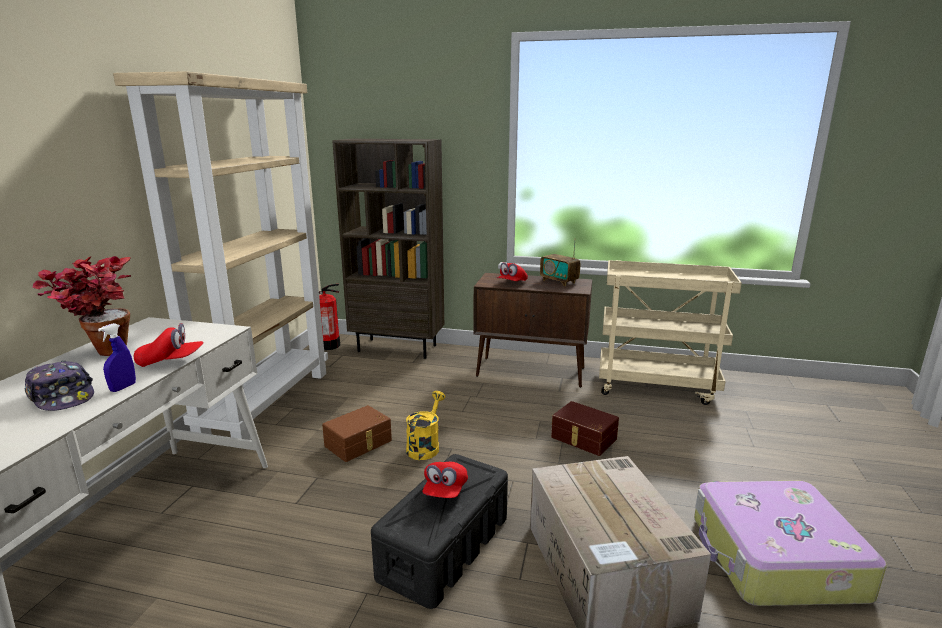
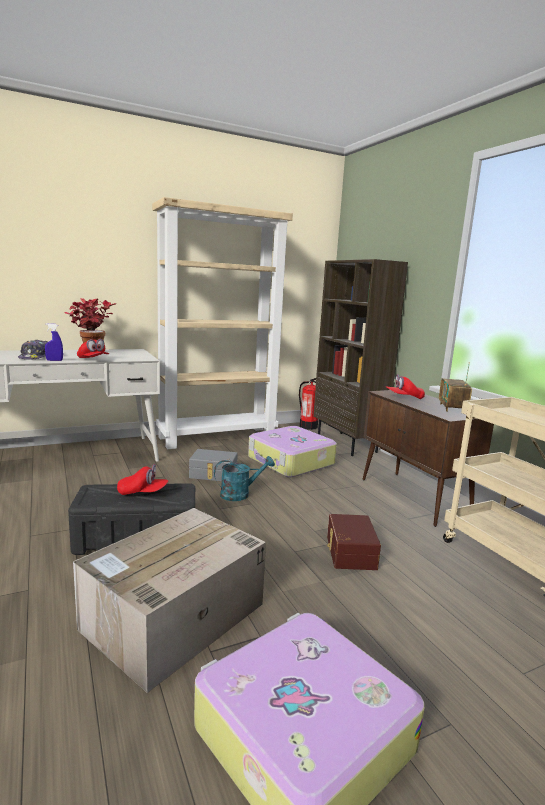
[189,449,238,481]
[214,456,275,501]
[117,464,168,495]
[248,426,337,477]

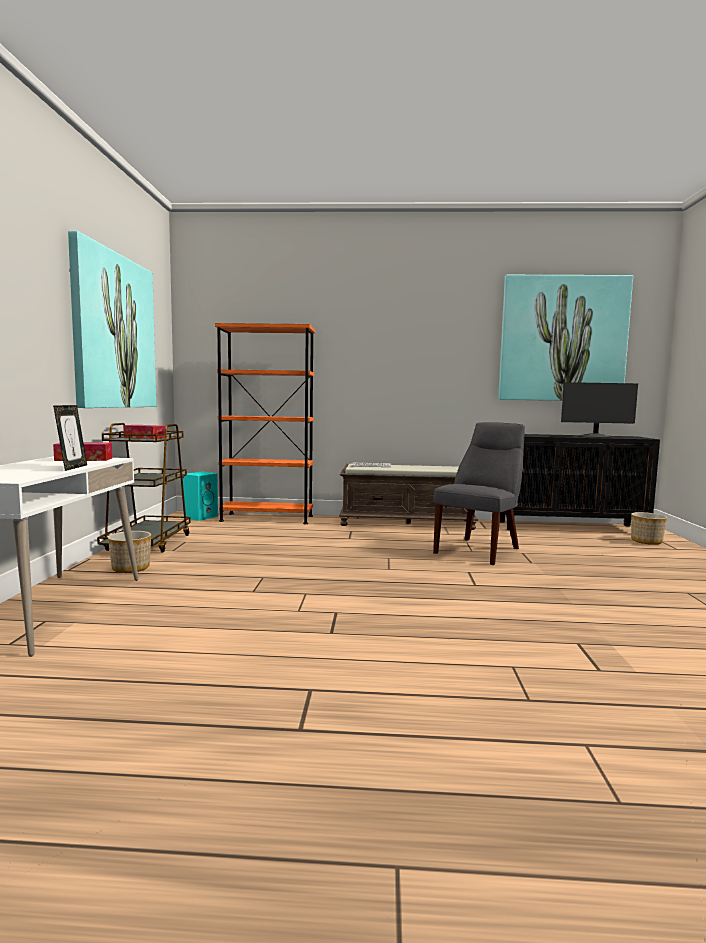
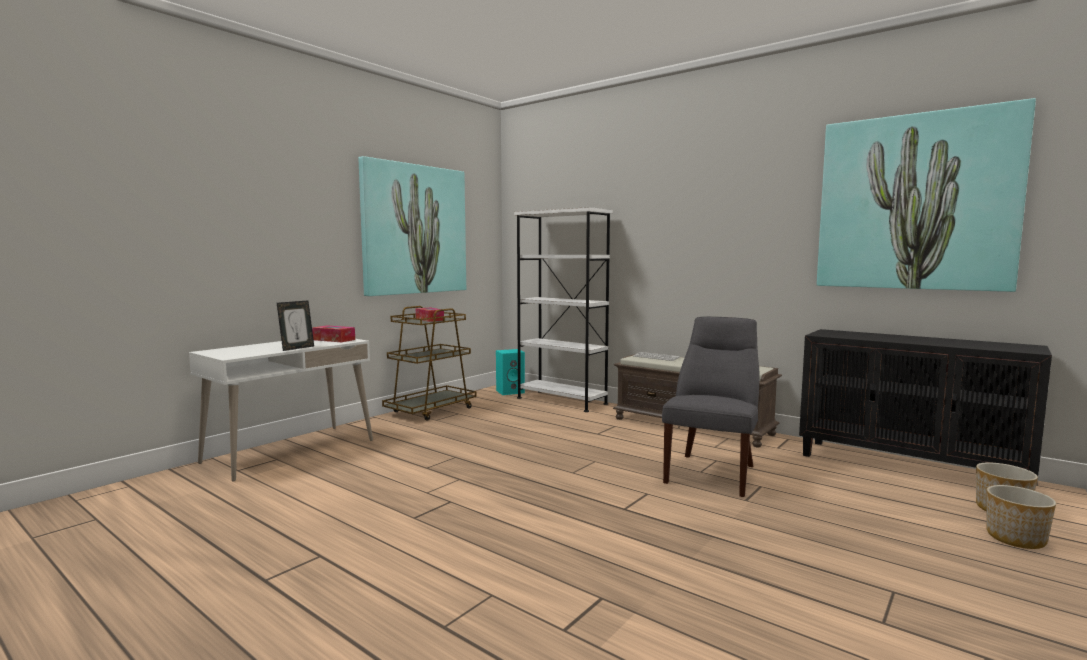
[986,485,1056,549]
[514,207,613,412]
[662,317,760,497]
[561,382,638,438] (first image)

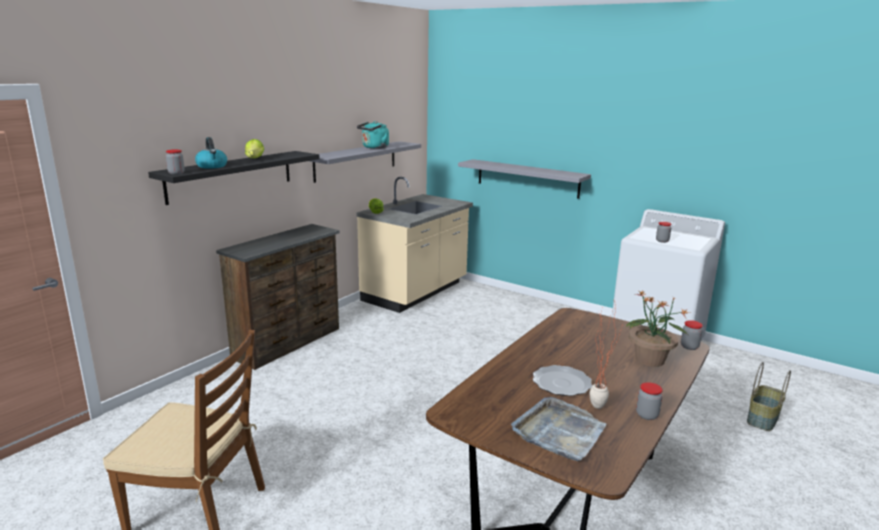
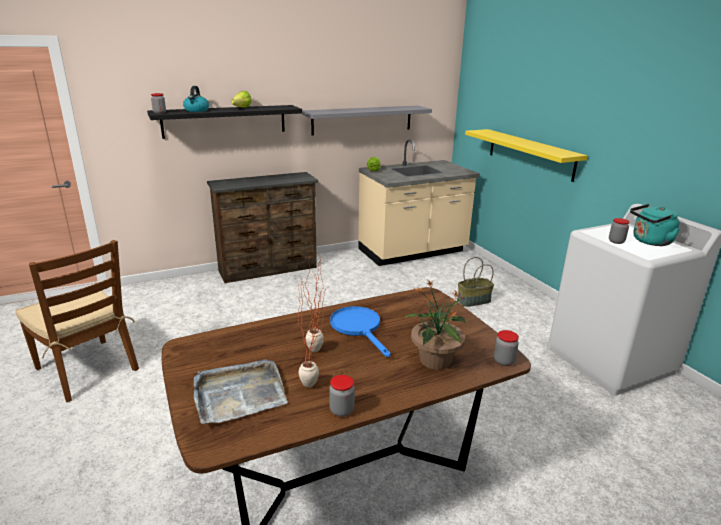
[630,204,680,246]
[465,129,588,182]
[299,250,324,352]
[457,257,494,307]
[330,306,391,357]

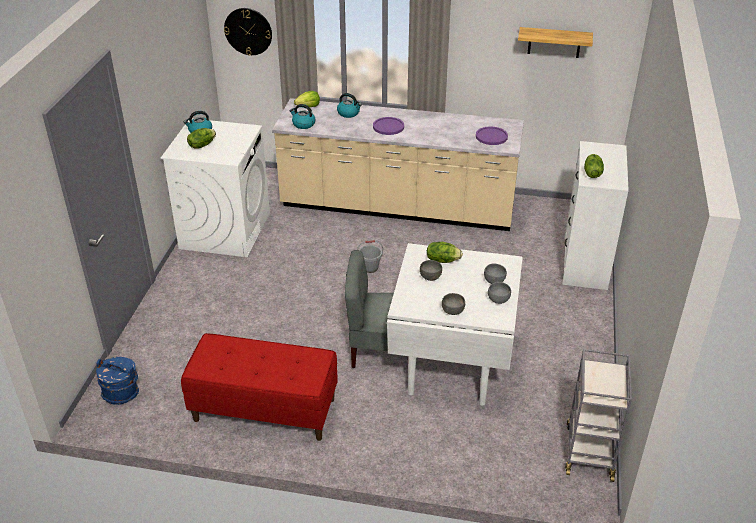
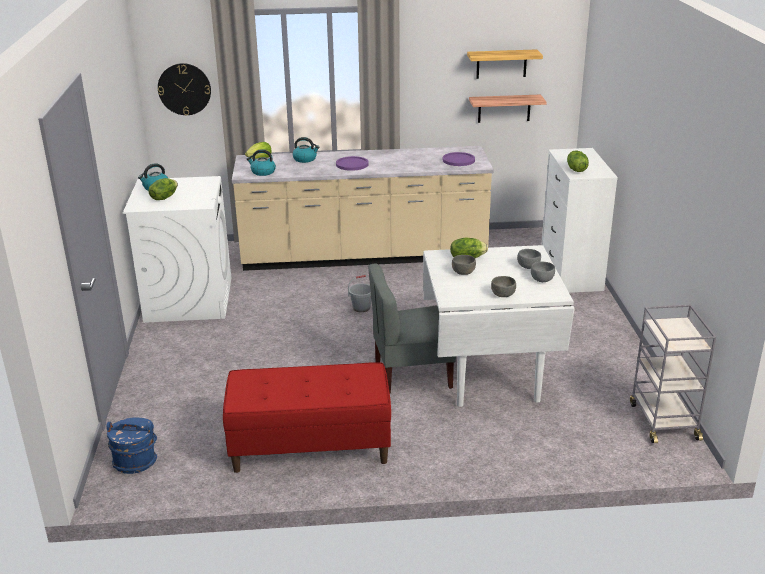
[469,94,547,123]

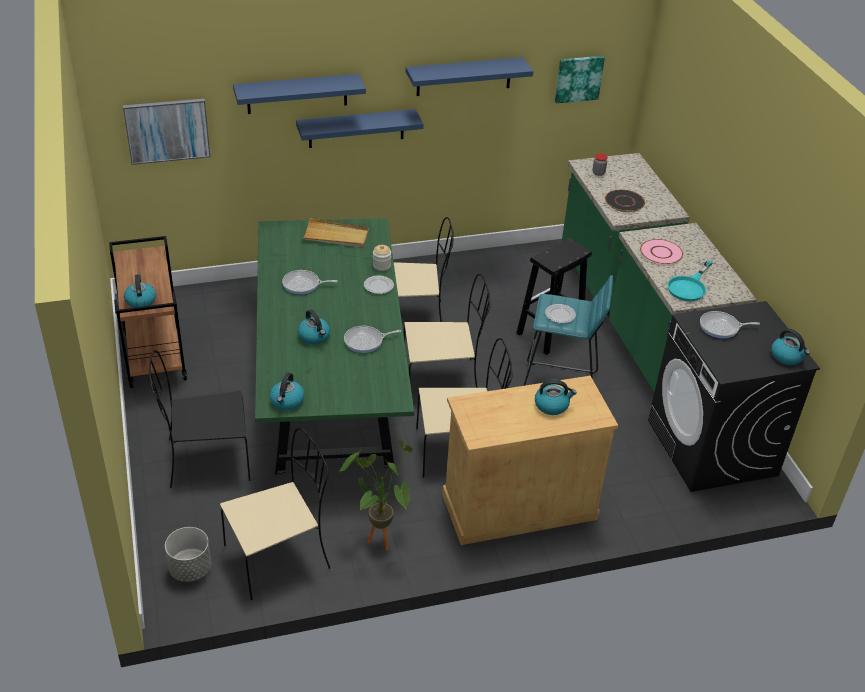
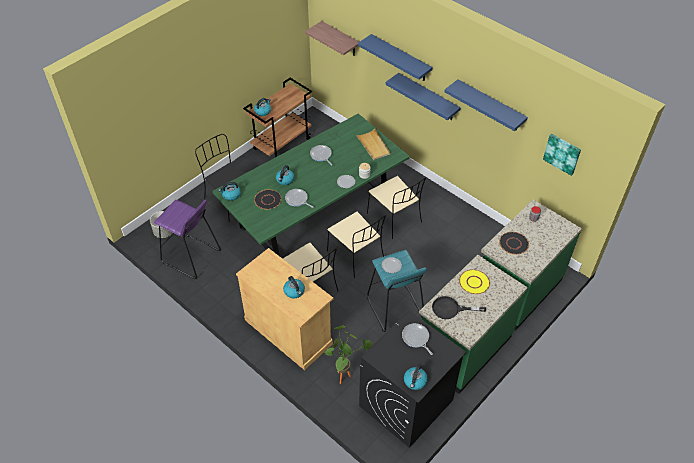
[305,21,359,56]
[154,200,221,279]
[324,325,373,384]
[516,238,592,355] (first image)
[459,269,490,294]
[432,296,486,319]
[254,189,282,209]

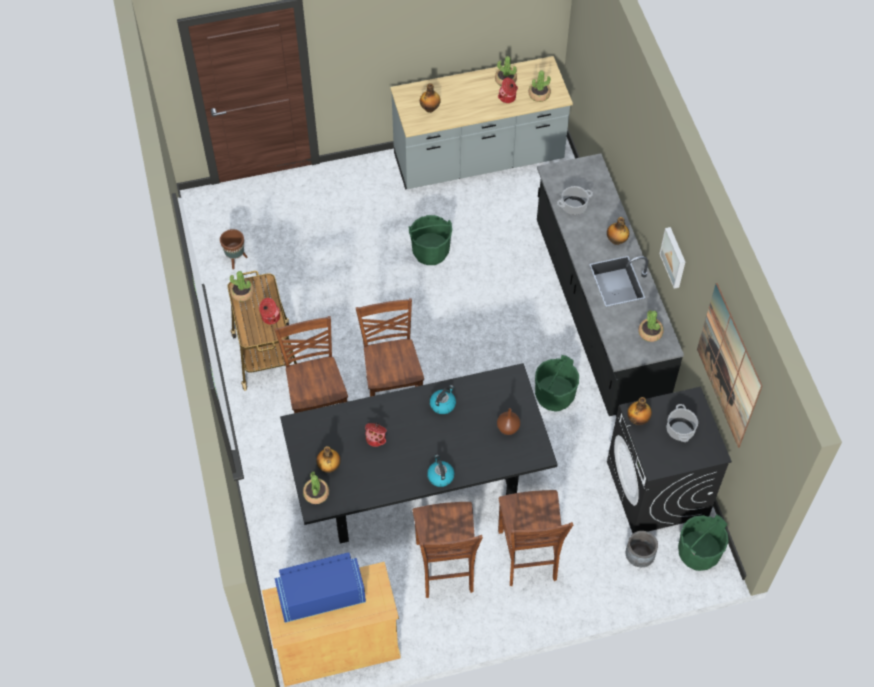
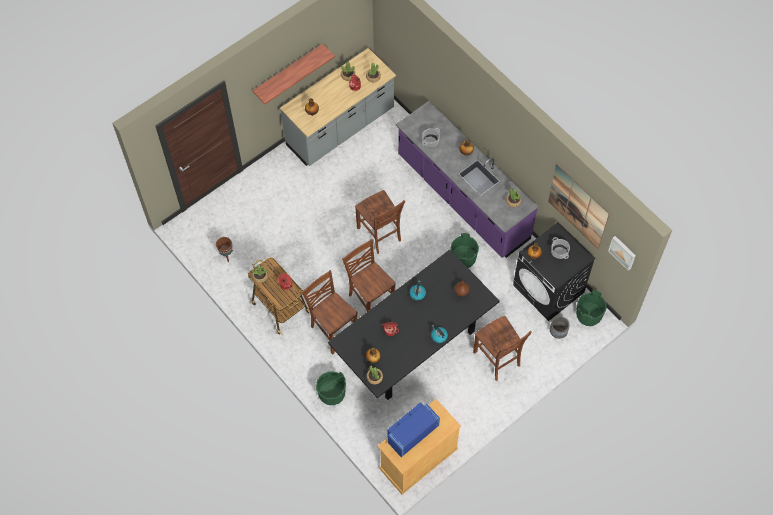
[316,371,346,405]
[355,190,405,254]
[396,101,538,258]
[608,236,636,271]
[252,44,335,104]

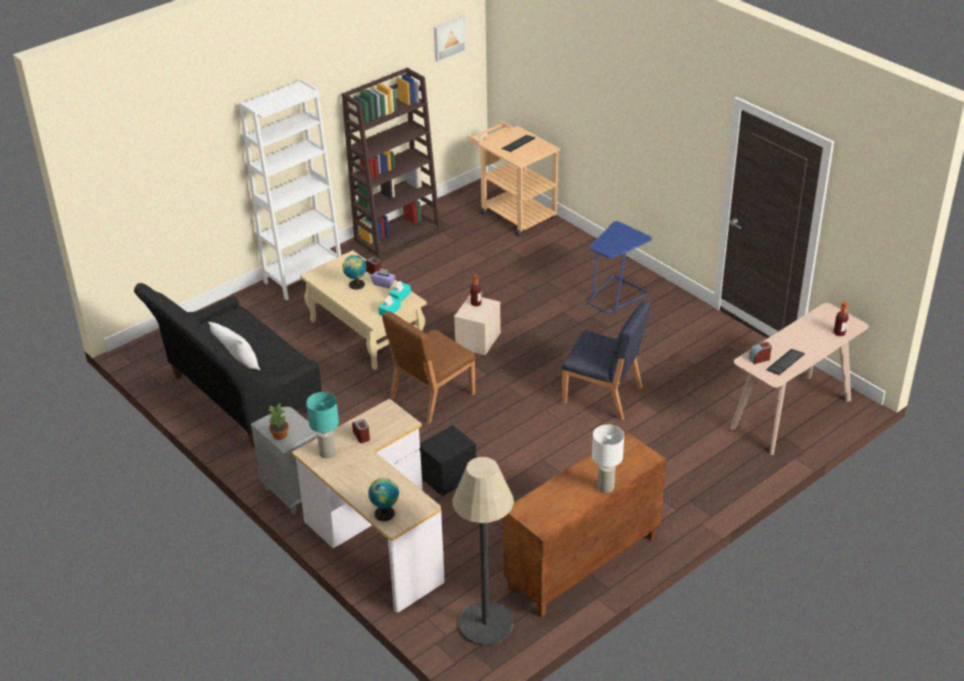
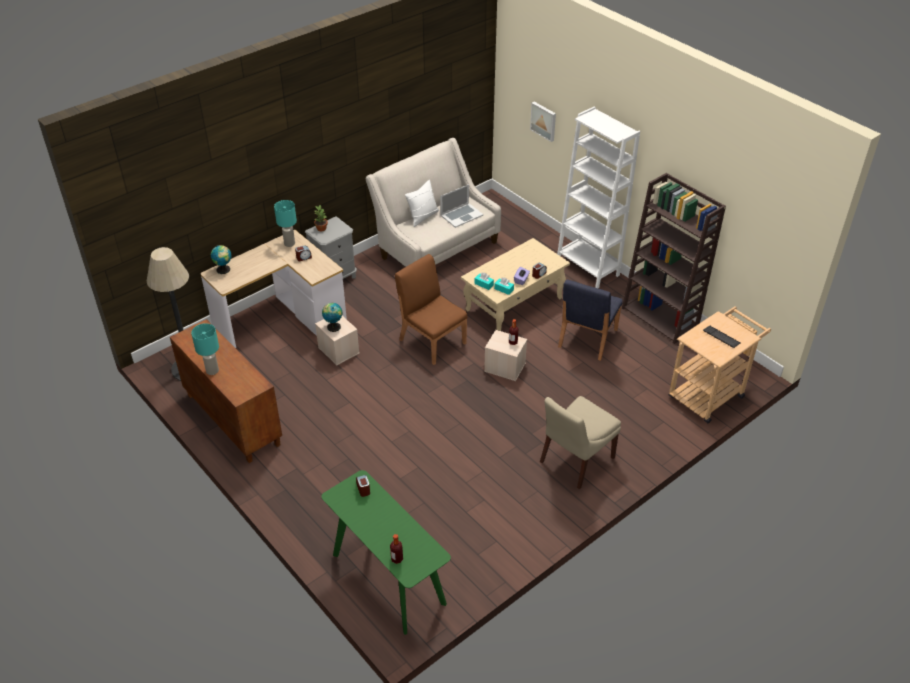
[366,138,501,267]
[322,303,342,332]
[315,316,360,365]
[530,102,556,142]
[558,279,623,361]
[540,396,621,489]
[191,323,219,375]
[322,470,451,635]
[766,349,805,375] (first image)
[440,184,483,228]

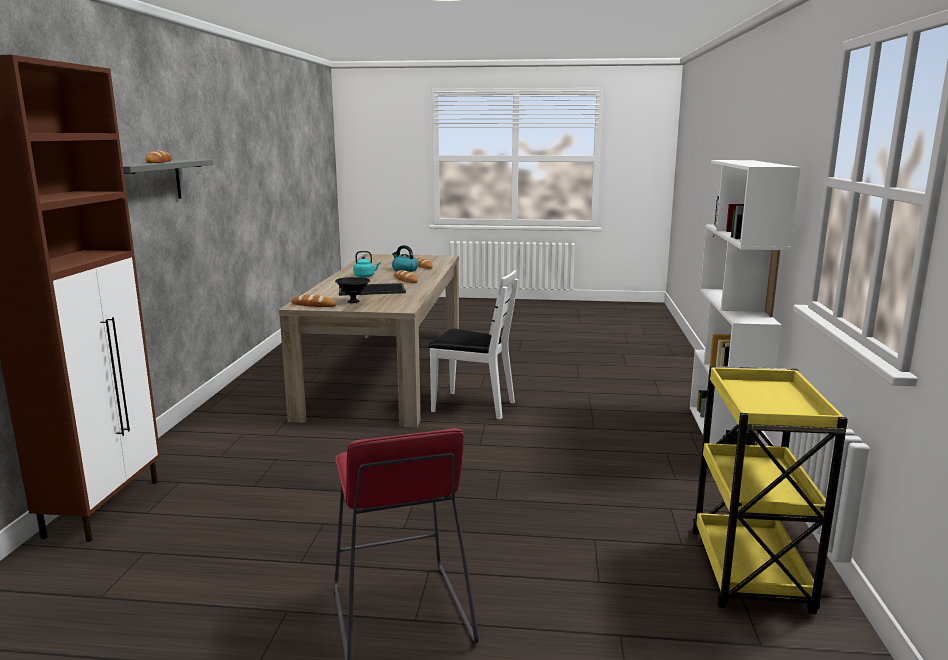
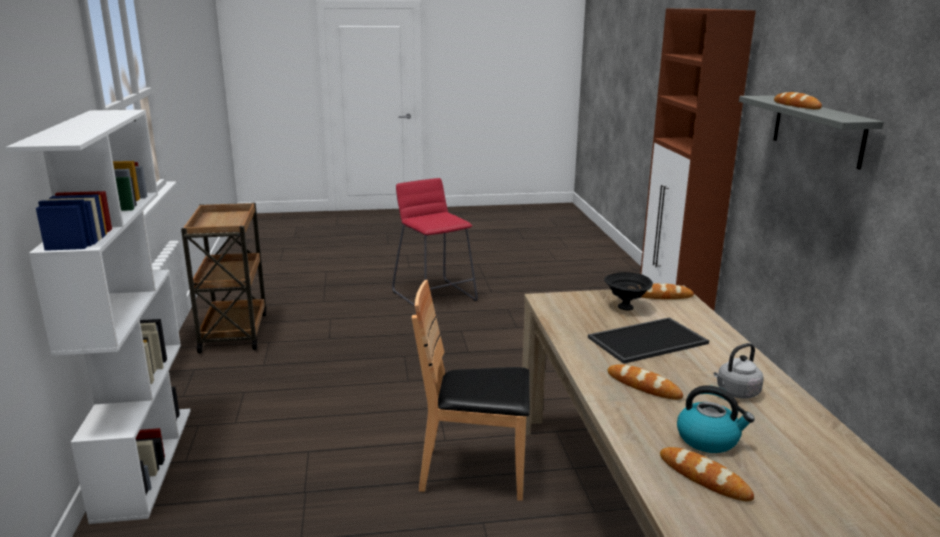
[714,343,764,399]
[412,280,530,501]
[181,202,267,353]

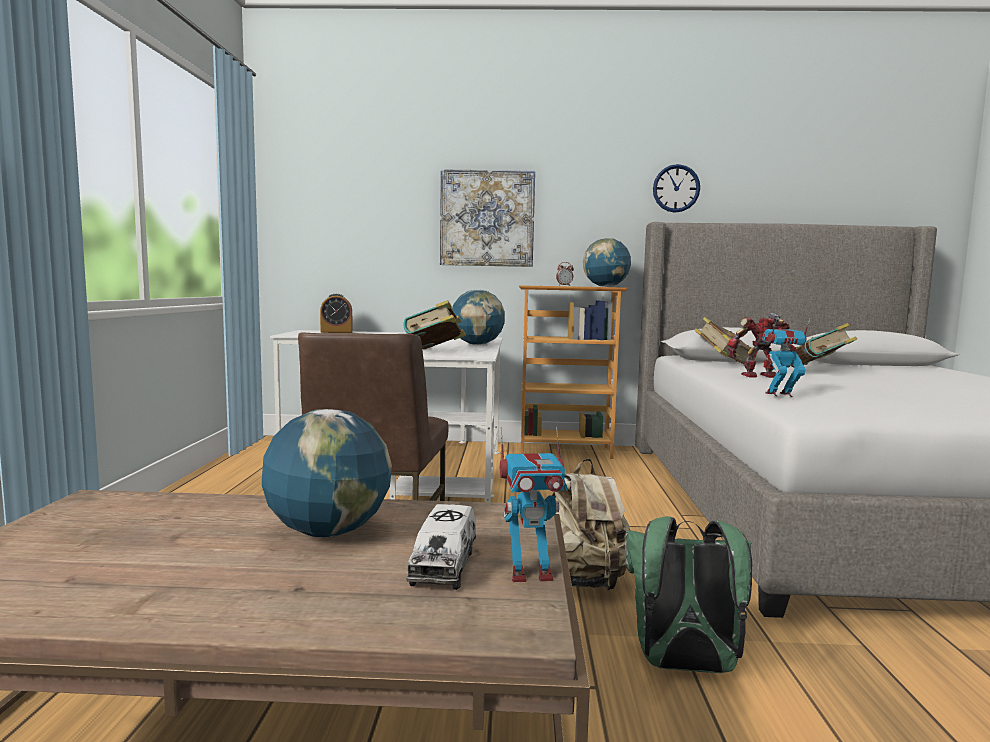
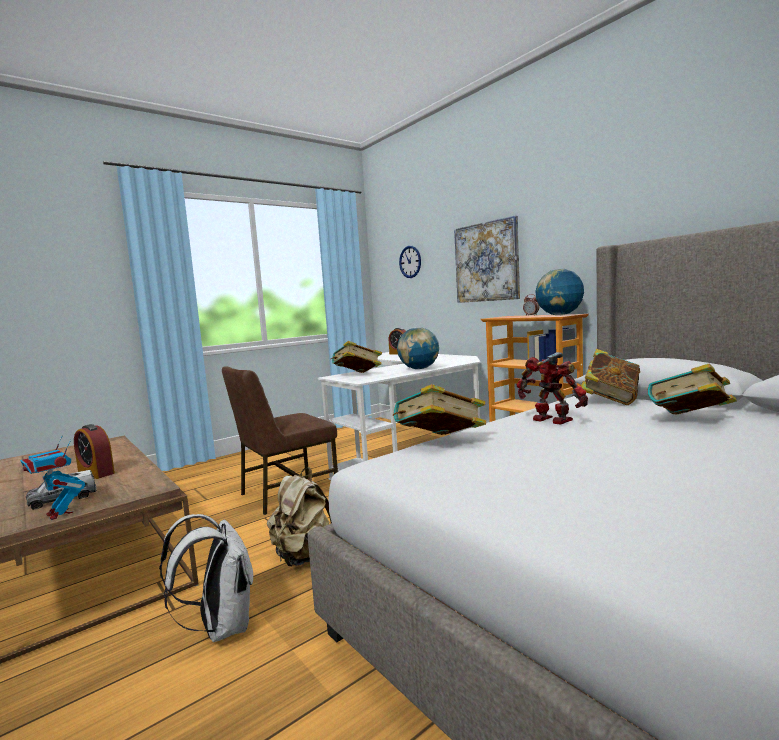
[74,424,115,479]
[159,514,253,642]
[399,246,421,278]
[392,384,486,435]

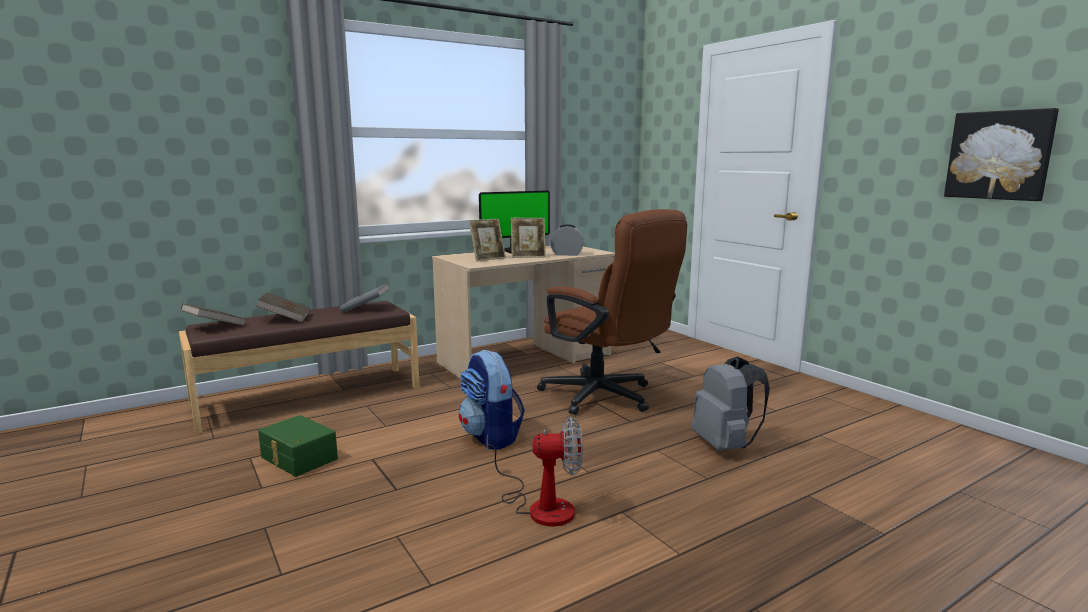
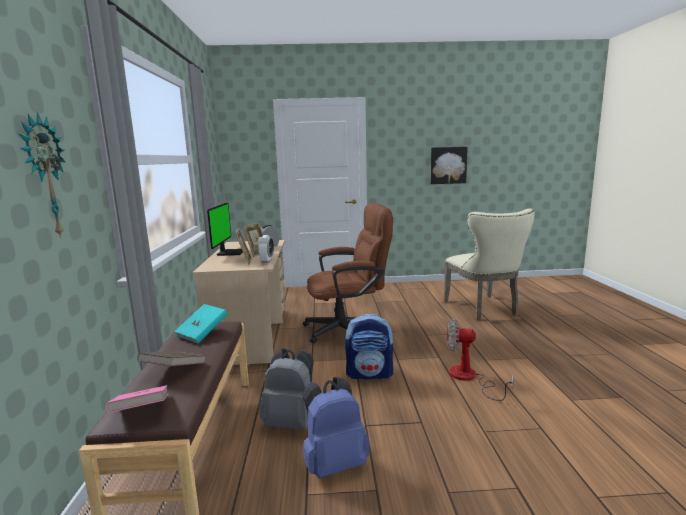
[106,385,168,413]
[303,377,370,479]
[174,304,228,344]
[447,319,514,401]
[259,349,314,431]
[19,113,66,238]
[257,235,274,263]
[444,208,535,320]

